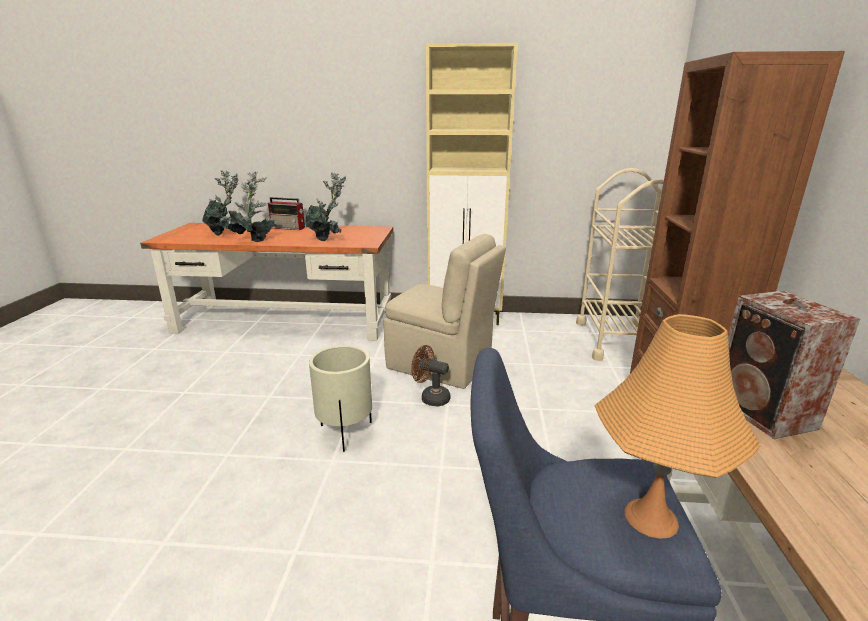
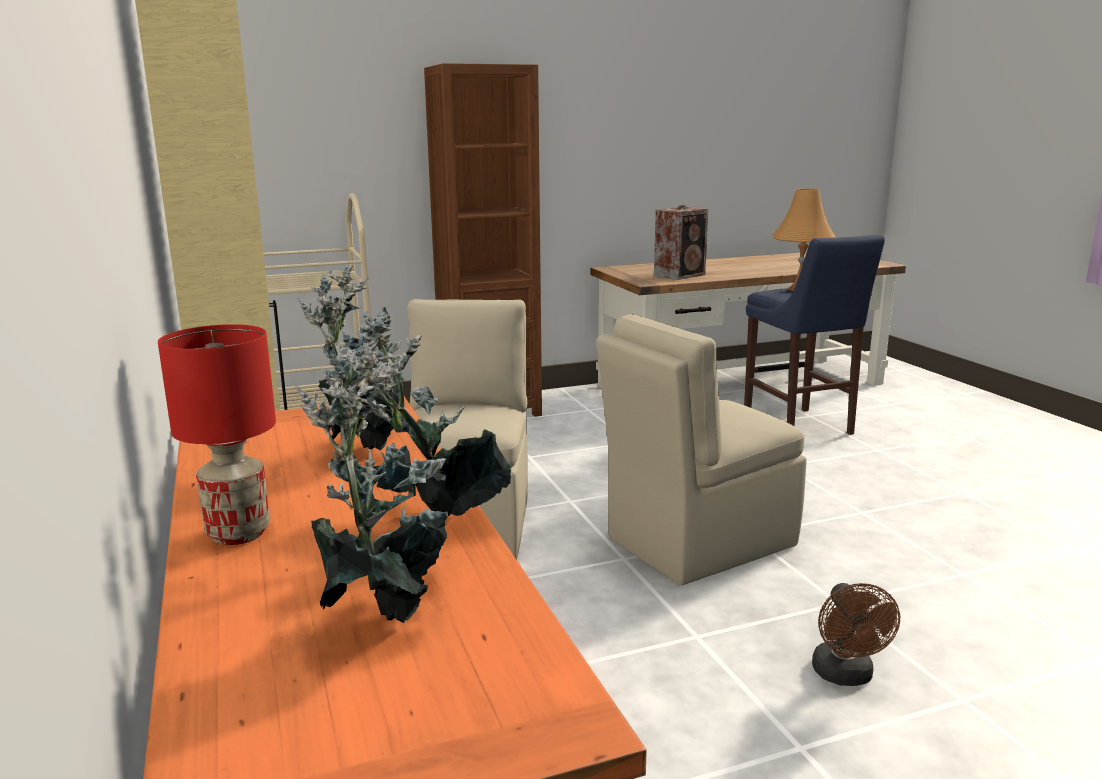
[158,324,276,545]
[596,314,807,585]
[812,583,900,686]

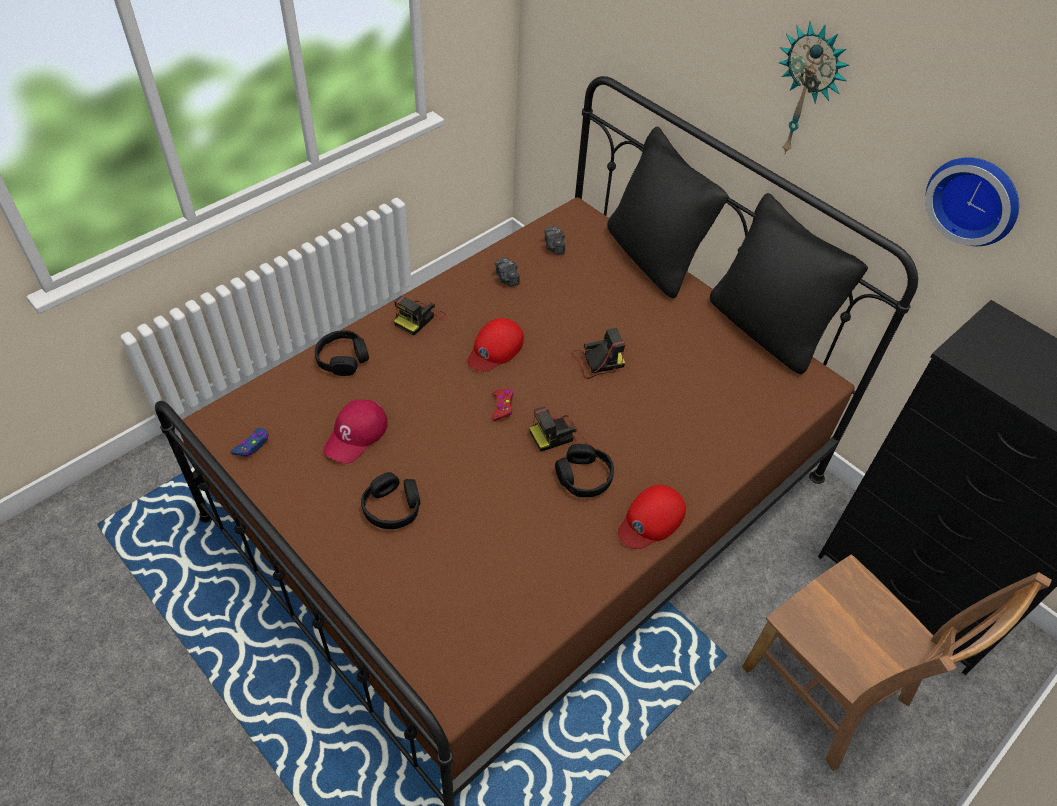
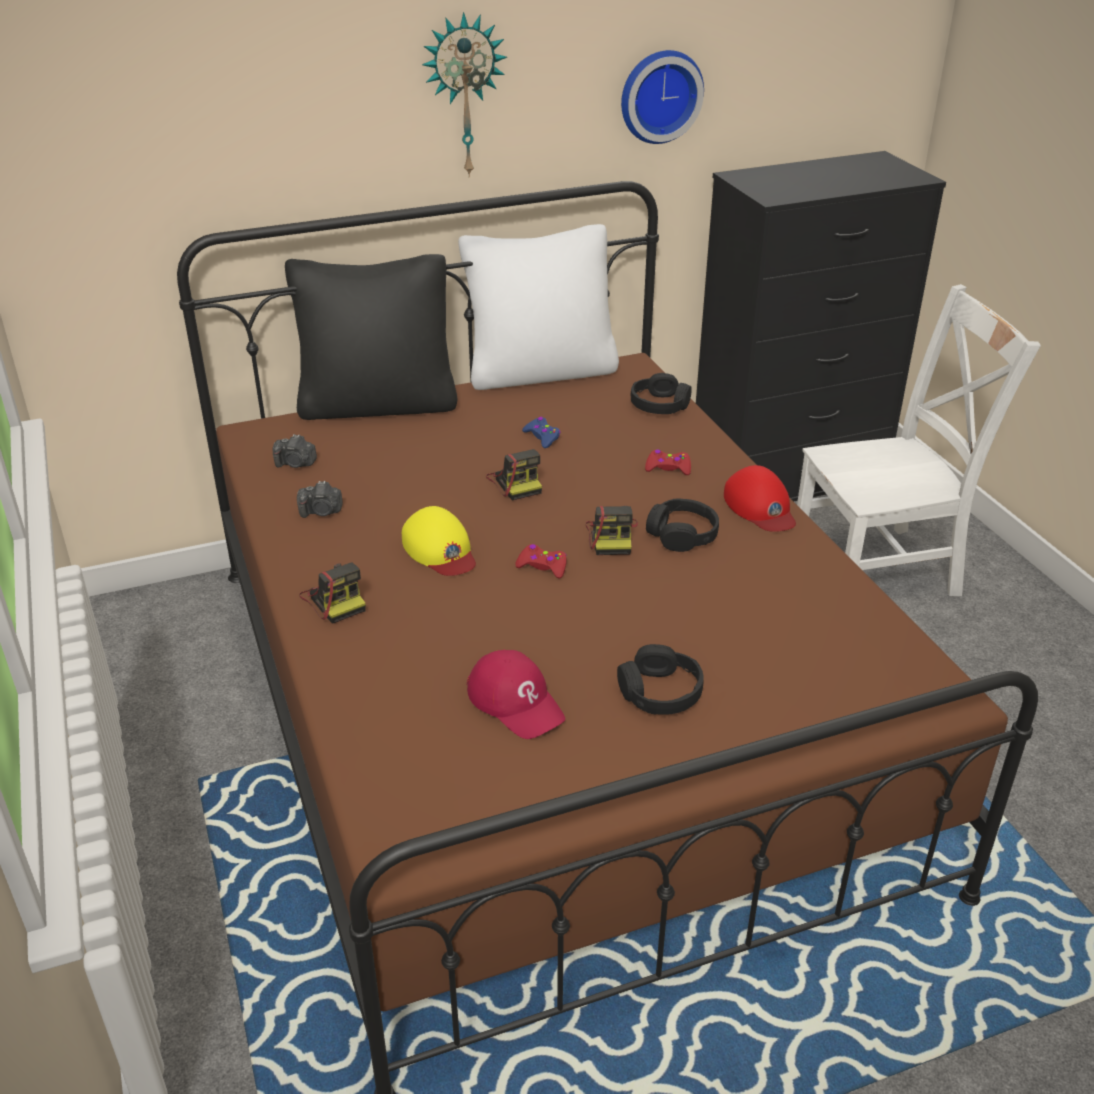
[522,417,561,448]
[631,373,692,414]
[402,506,476,576]
[486,449,542,501]
[458,224,619,390]
[797,284,1041,596]
[645,449,691,475]

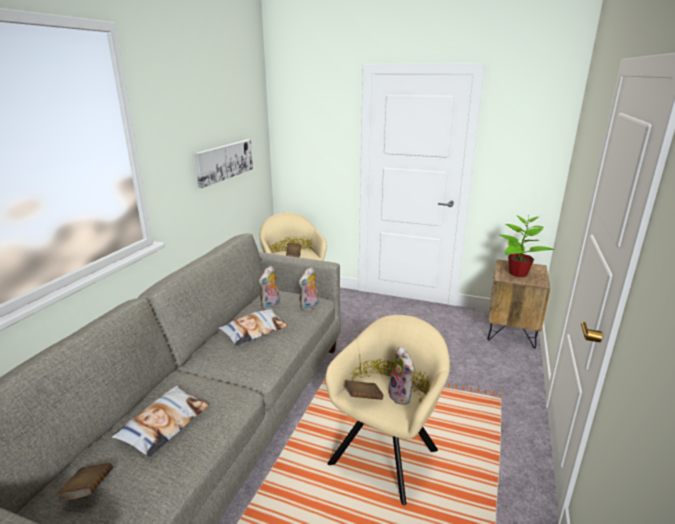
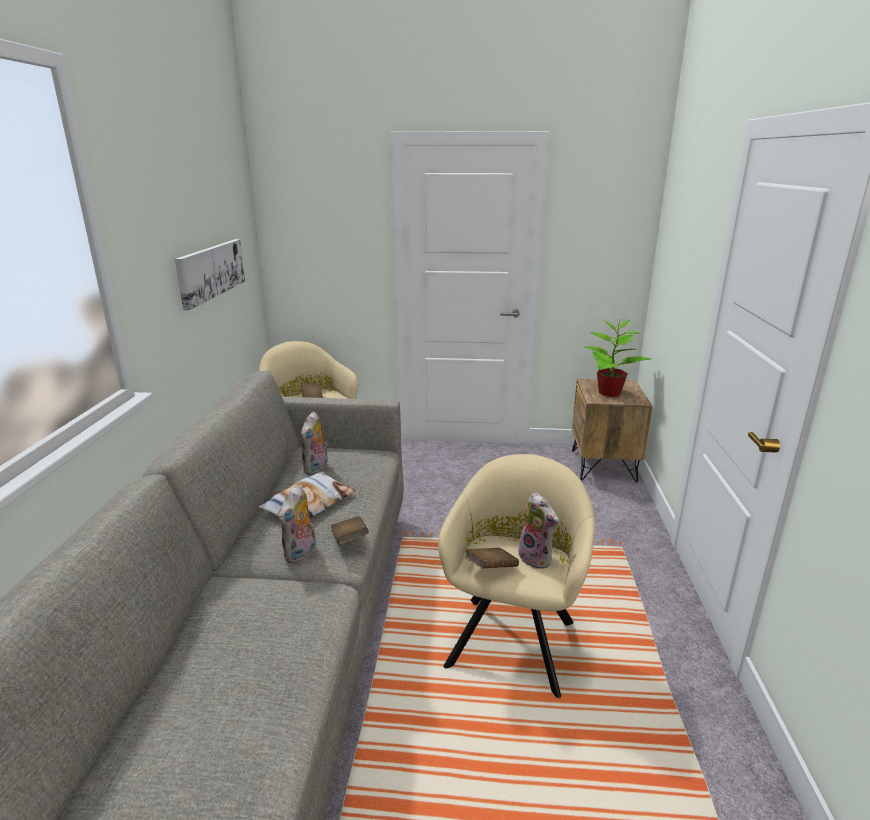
[331,516,369,545]
[112,386,209,457] (first image)
[279,485,316,564]

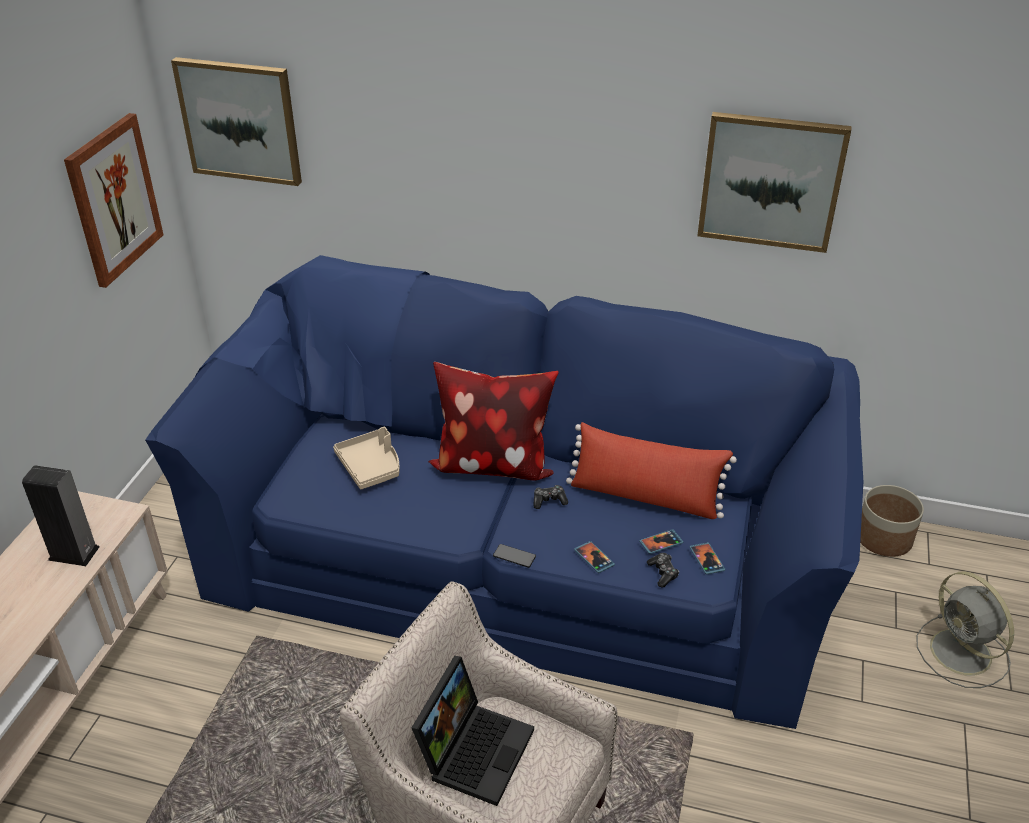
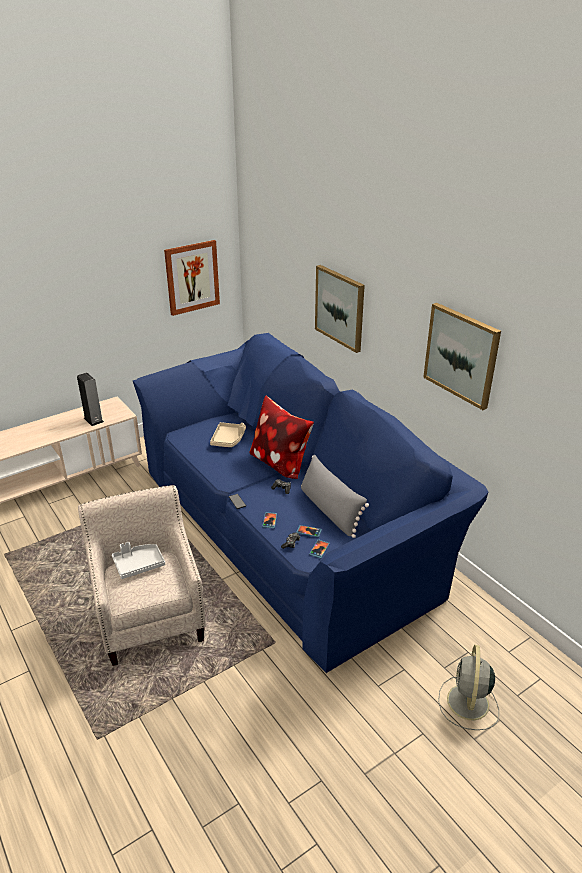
[315,265,365,353]
[112,542,165,579]
[301,454,369,538]
[860,485,924,557] (first image)

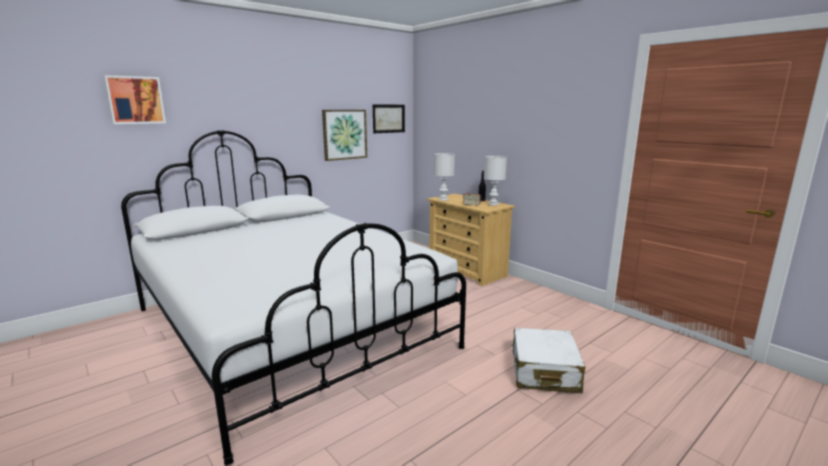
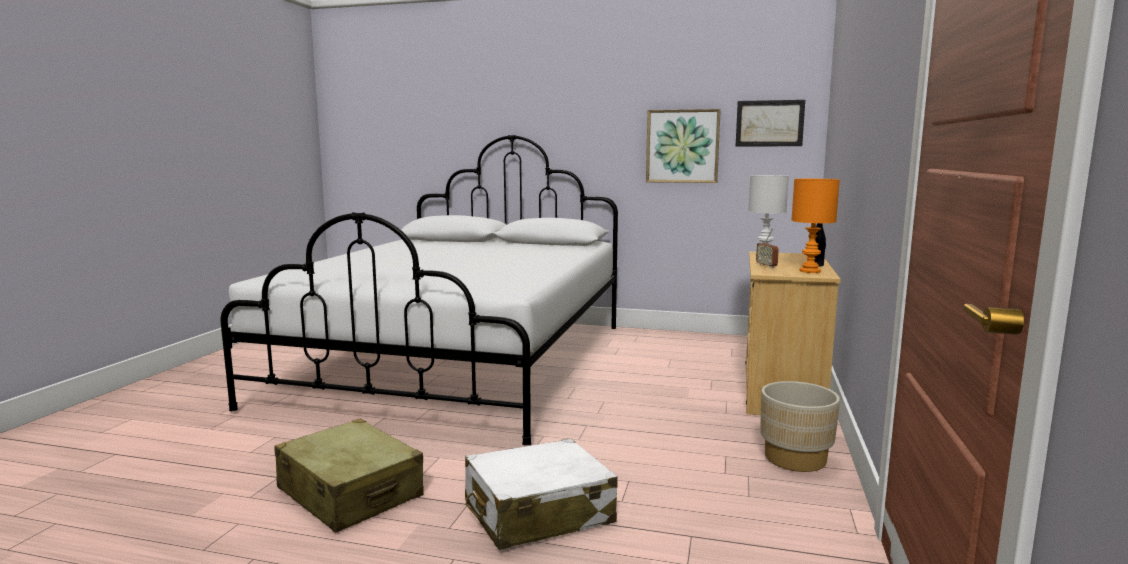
[104,75,166,124] (first image)
[791,179,840,273]
[274,418,424,533]
[761,381,840,472]

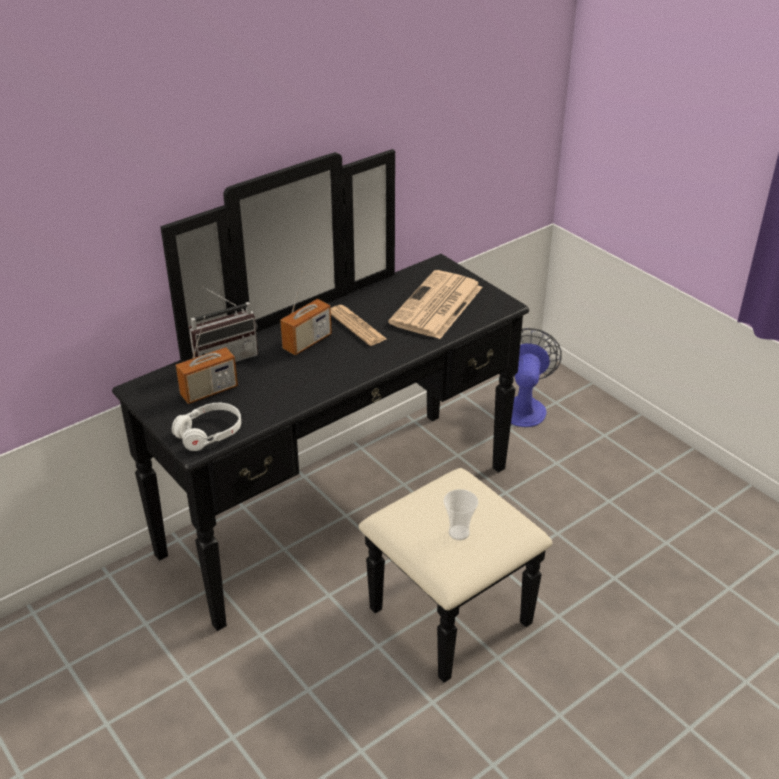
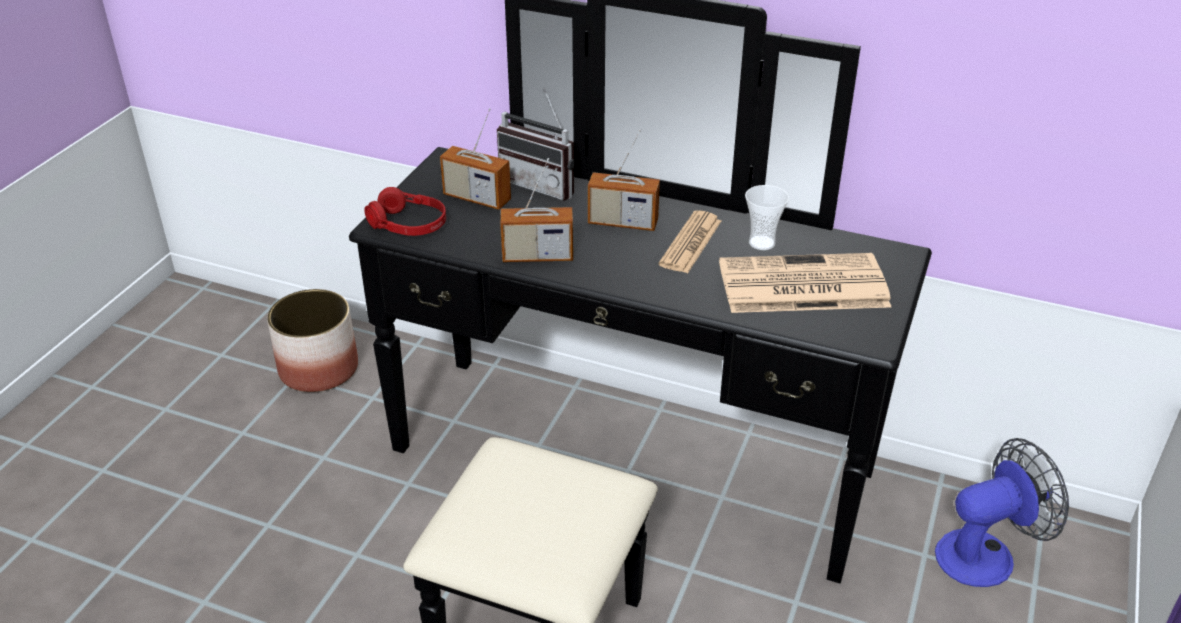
[364,187,446,236]
[745,185,789,250]
[267,289,358,392]
[500,158,573,262]

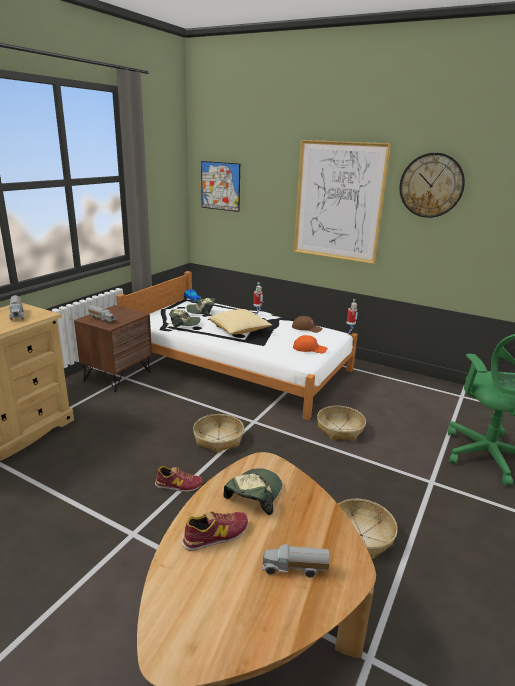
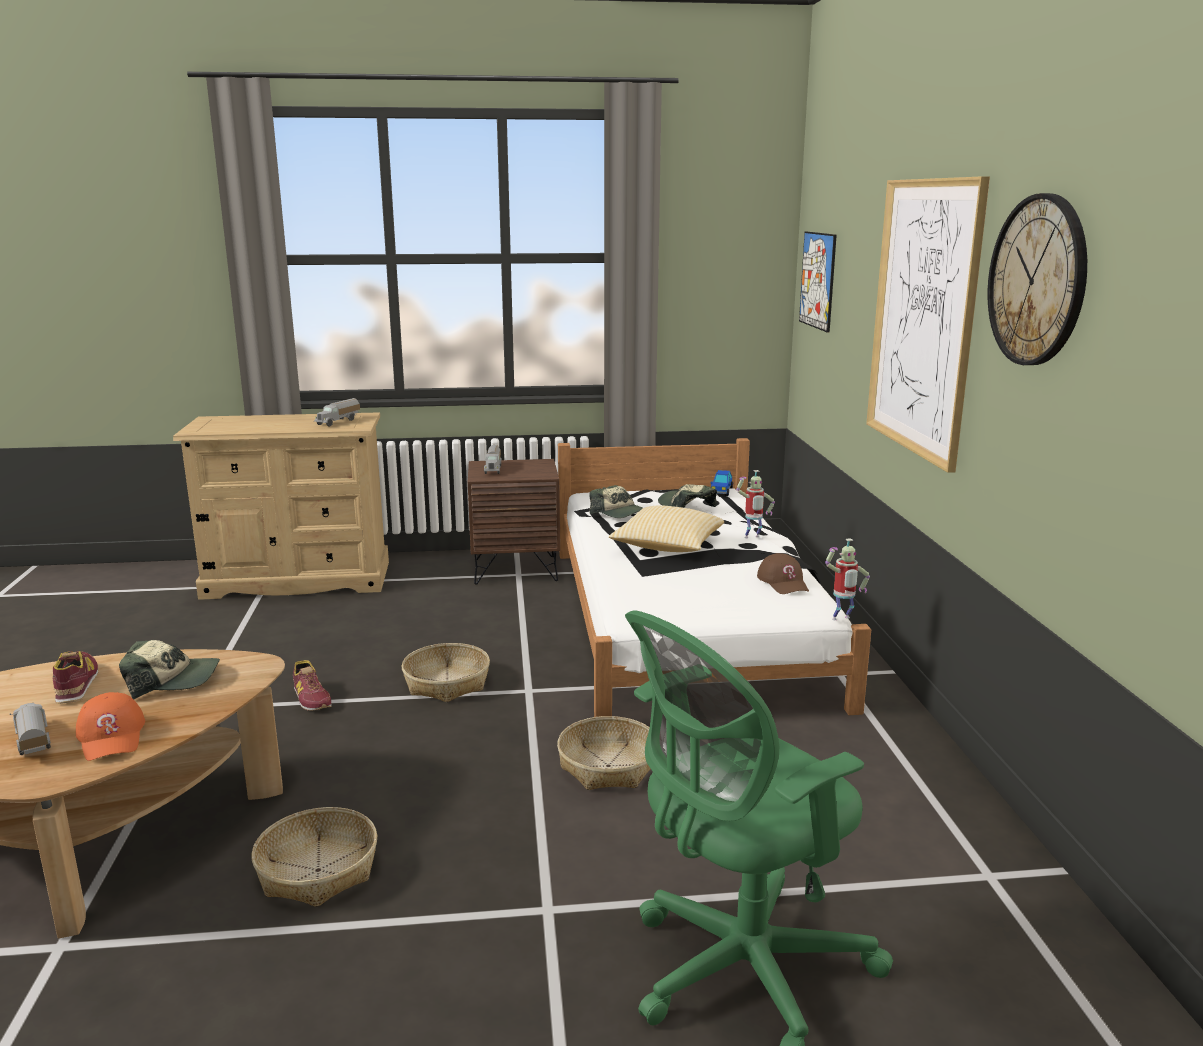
[53,651,98,704]
[76,692,145,761]

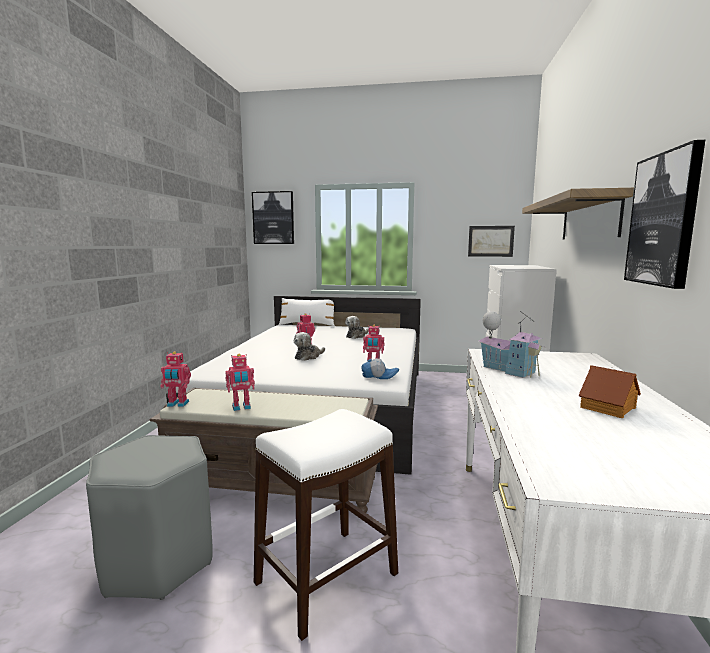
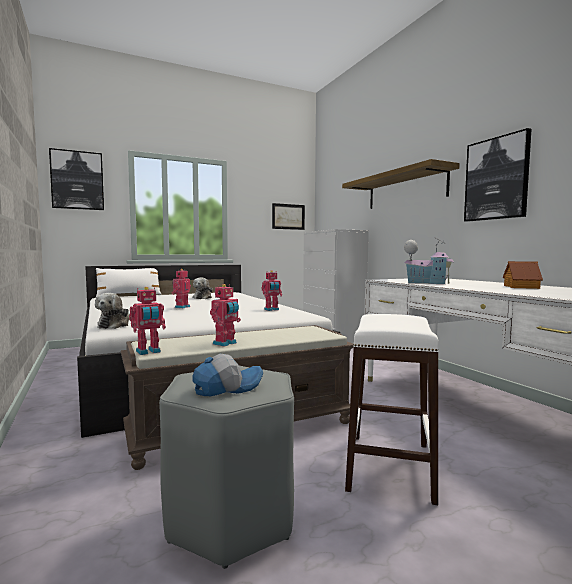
[95,293,130,329]
[192,354,263,396]

